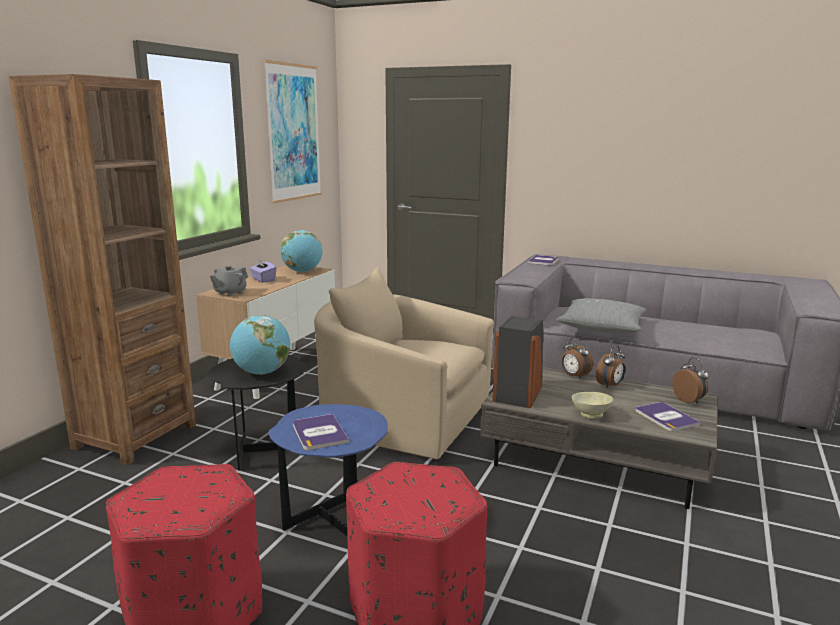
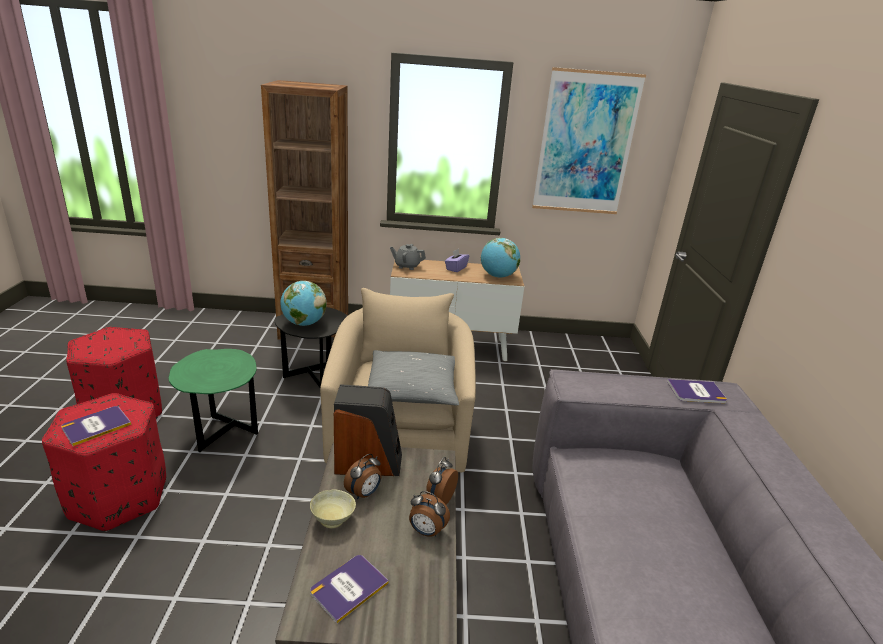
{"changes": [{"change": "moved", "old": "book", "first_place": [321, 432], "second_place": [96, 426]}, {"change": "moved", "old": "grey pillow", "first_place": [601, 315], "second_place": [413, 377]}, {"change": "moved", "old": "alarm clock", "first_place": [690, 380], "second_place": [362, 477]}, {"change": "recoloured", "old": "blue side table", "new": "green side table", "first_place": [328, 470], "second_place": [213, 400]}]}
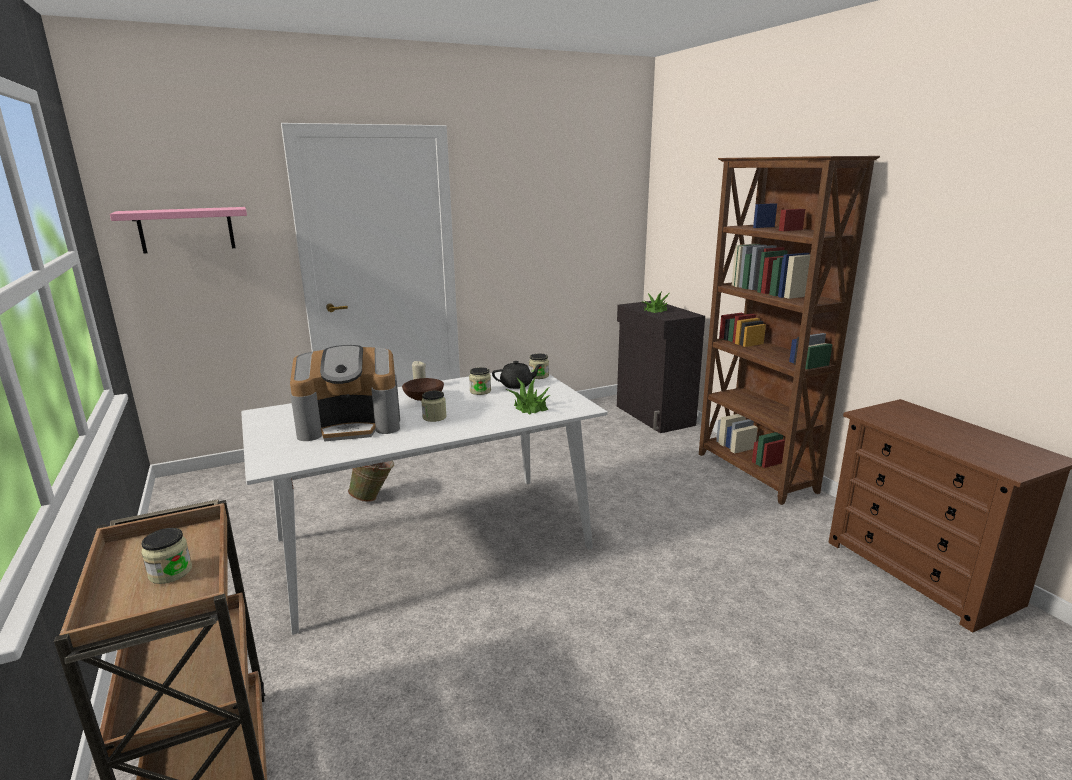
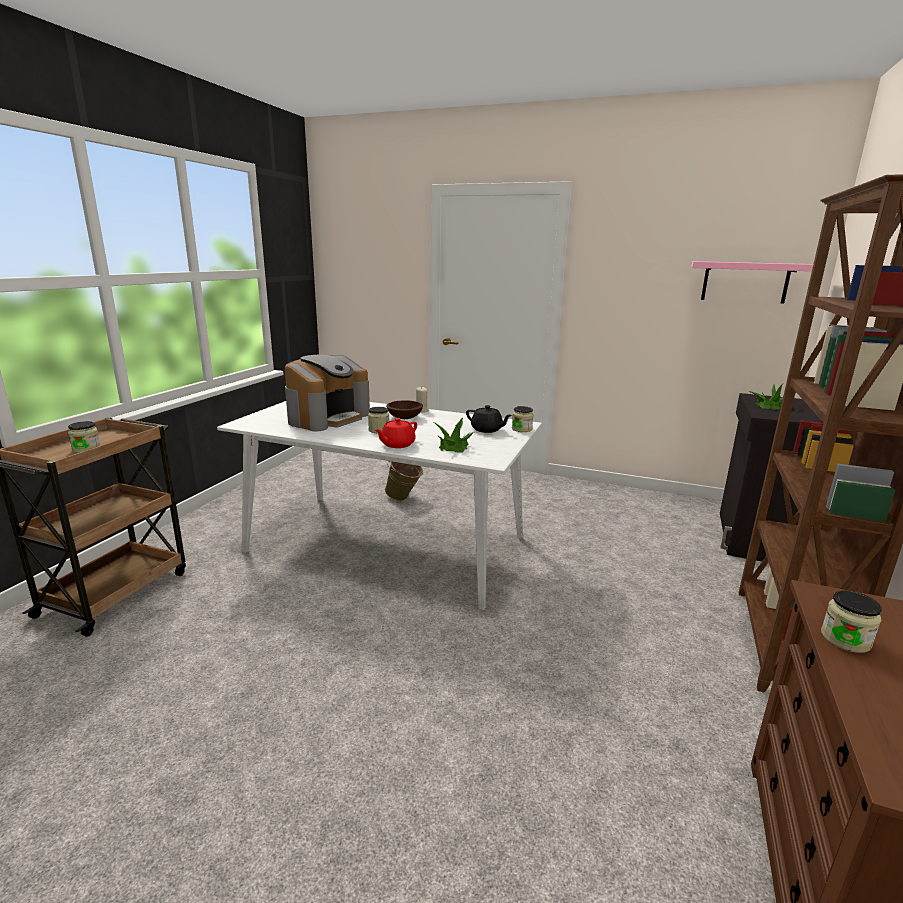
{"changes": [{"change": "added", "new": "red teapot", "second_place": [396, 433]}, {"change": "moved", "old": "pink shelf", "first_place": [178, 230], "second_place": [752, 282]}, {"change": "moved", "old": "jar", "first_place": [480, 381], "second_place": [851, 621]}, {"change": "turned", "old": "coffee machine", "first_place": [345, 393], "second_place": [327, 393], "degrees": -90}]}
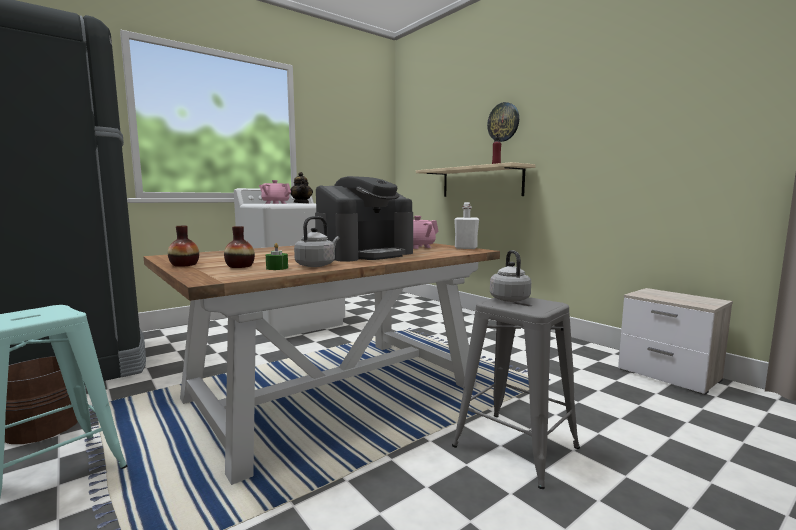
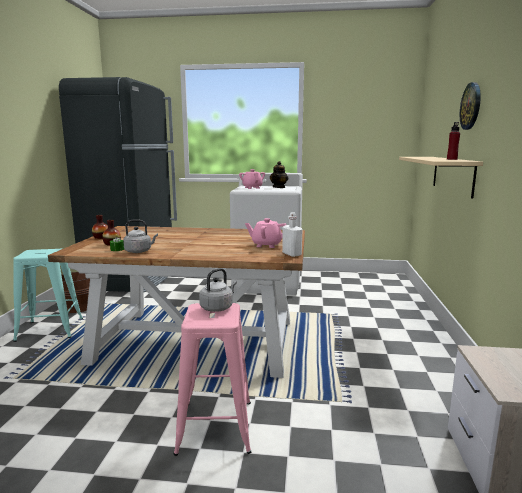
{"changes": [{"change": "removed", "old": "coffee machine", "first_place": [364, 219]}, {"change": "recoloured", "old": "grey stool", "new": "pink stool", "first_place": [516, 393], "second_place": [212, 379]}]}
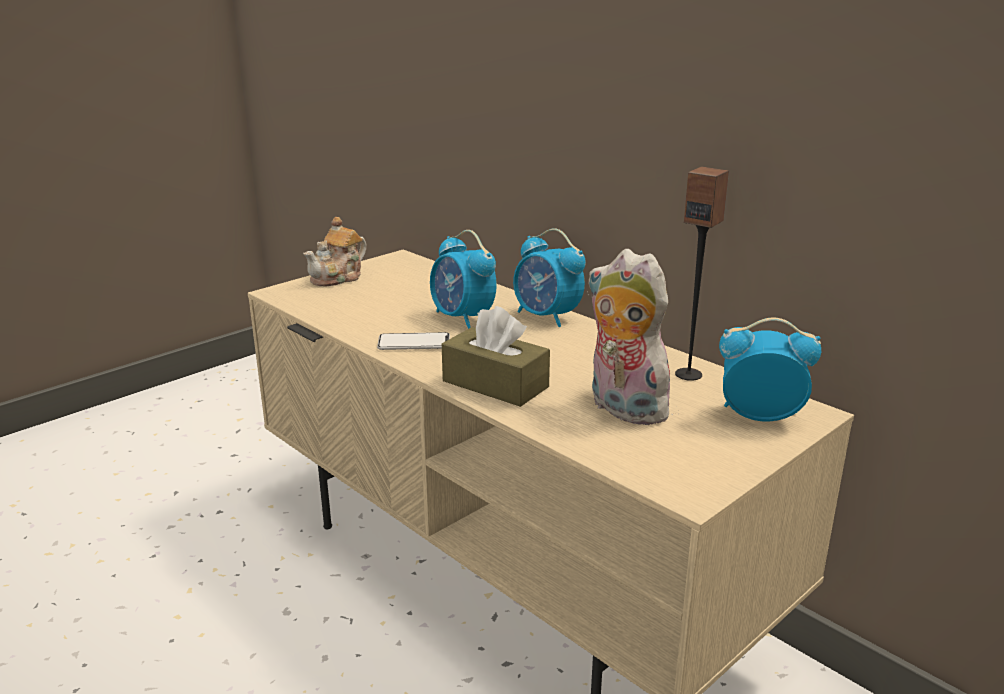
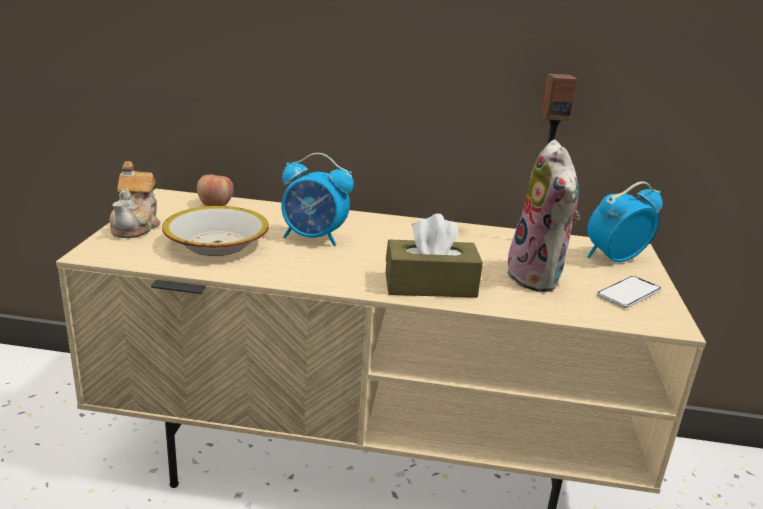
{"changes": [{"change": "removed", "old": "alarm clock", "first_place": [549, 277]}, {"change": "added", "new": "bowl", "second_place": [215, 231]}, {"change": "added", "new": "apple", "second_place": [215, 190]}, {"change": "moved", "old": "phone", "first_place": [413, 341], "second_place": [629, 292]}, {"change": "turned", "old": "plush toy", "first_place": [632, 337], "second_place": [543, 216], "degrees": -105}]}
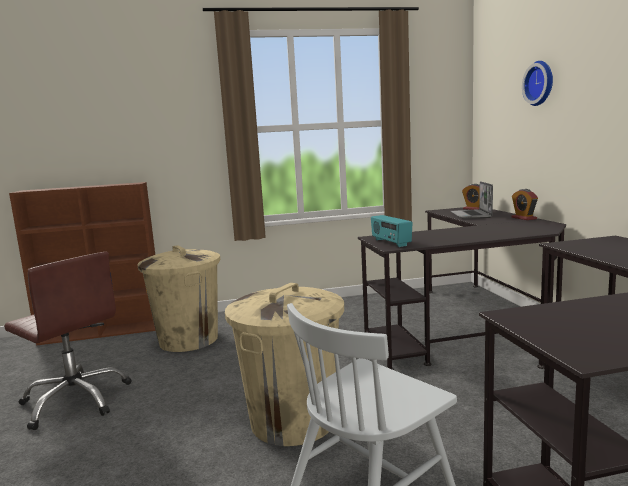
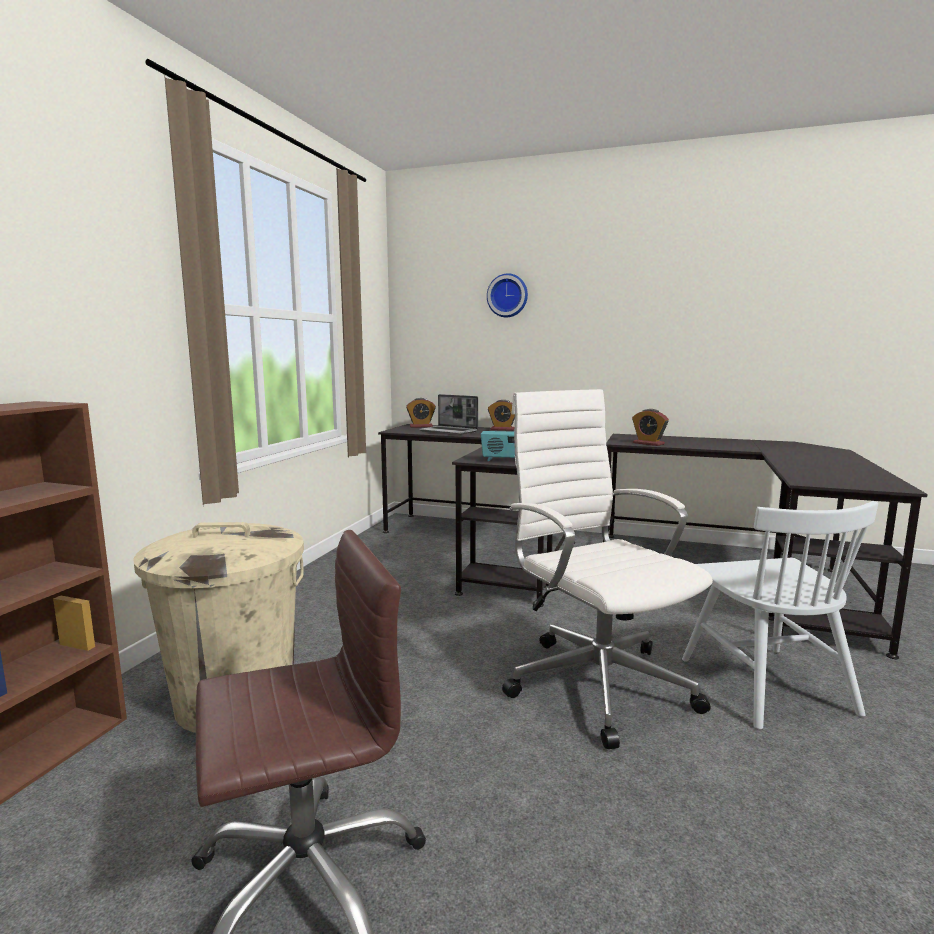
{"changes": [{"change": "added", "new": "alarm clock", "second_place": [650, 427]}, {"change": "replaced", "old": "beige trash can", "new": "white office chair", "first_place": [284, 364], "second_place": [607, 569]}]}
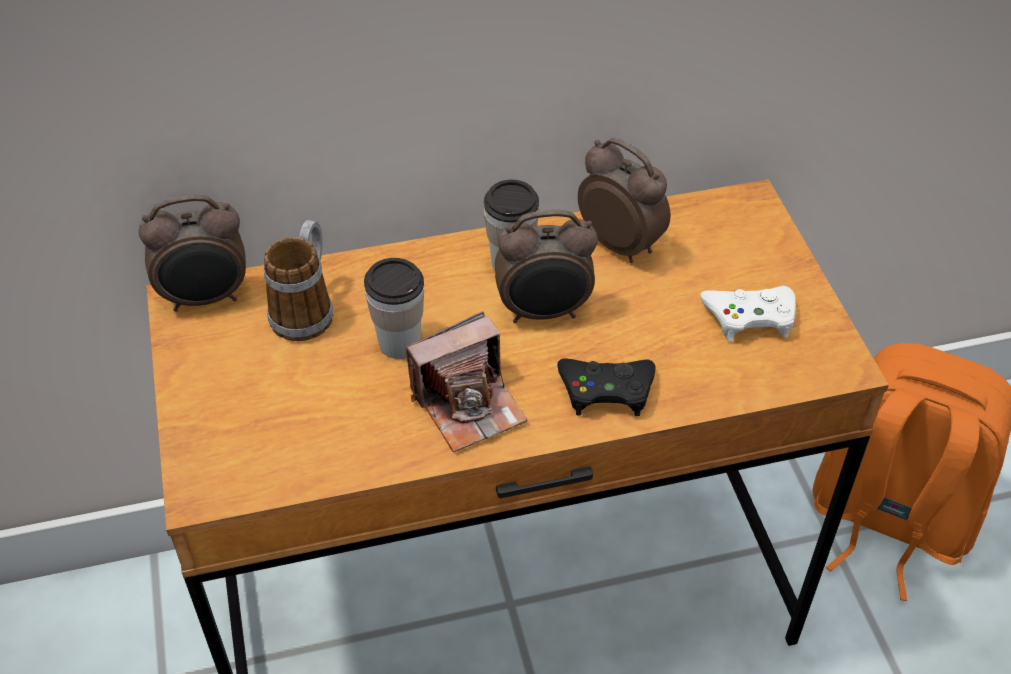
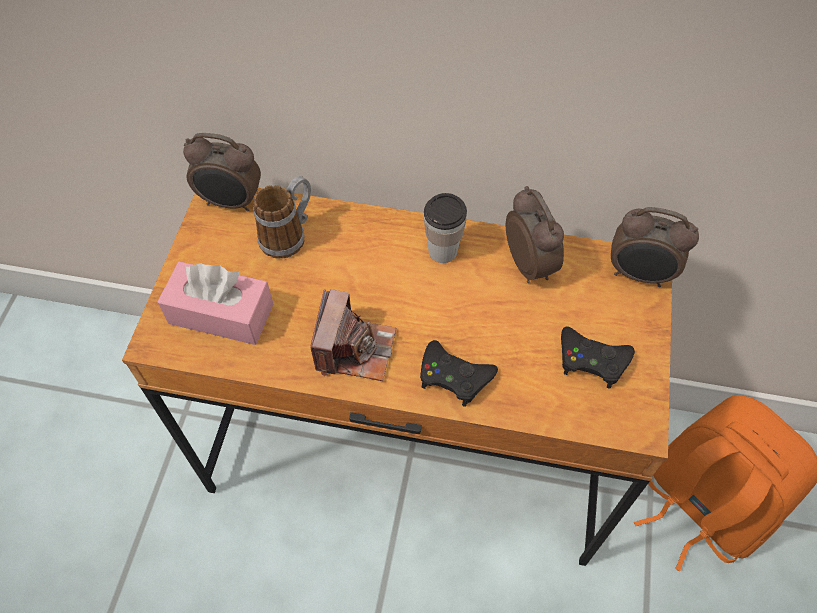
{"changes": [{"change": "removed", "old": "cup", "first_place": [394, 308]}, {"change": "added", "new": "pink tissue box", "second_place": [215, 303]}, {"change": "moved", "old": "alarm clock", "first_place": [546, 266], "second_place": [655, 247]}, {"change": "recoloured", "old": "white game controller", "new": "black game controller", "first_place": [748, 314], "second_place": [598, 357]}, {"change": "turned", "old": "photo camera", "first_place": [467, 381], "second_place": [353, 335], "degrees": -75}]}
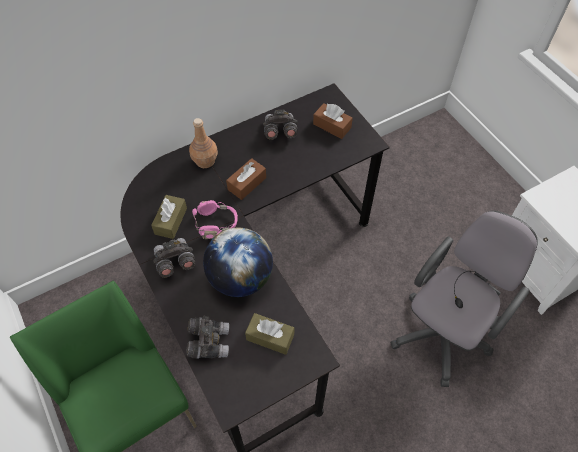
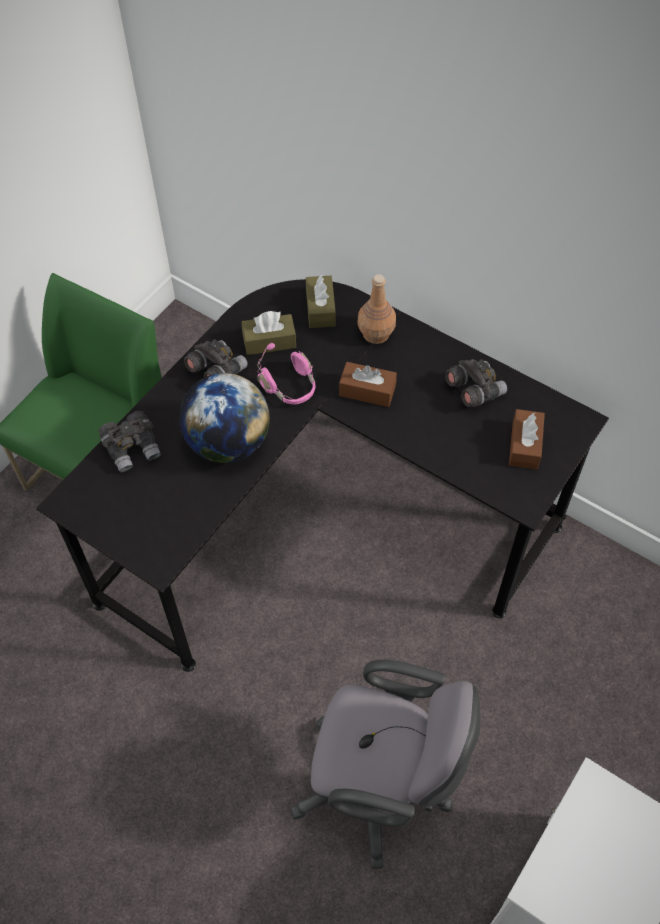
{"changes": [{"change": "moved", "old": "brown tissue box", "first_place": [269, 334], "second_place": [321, 301]}]}
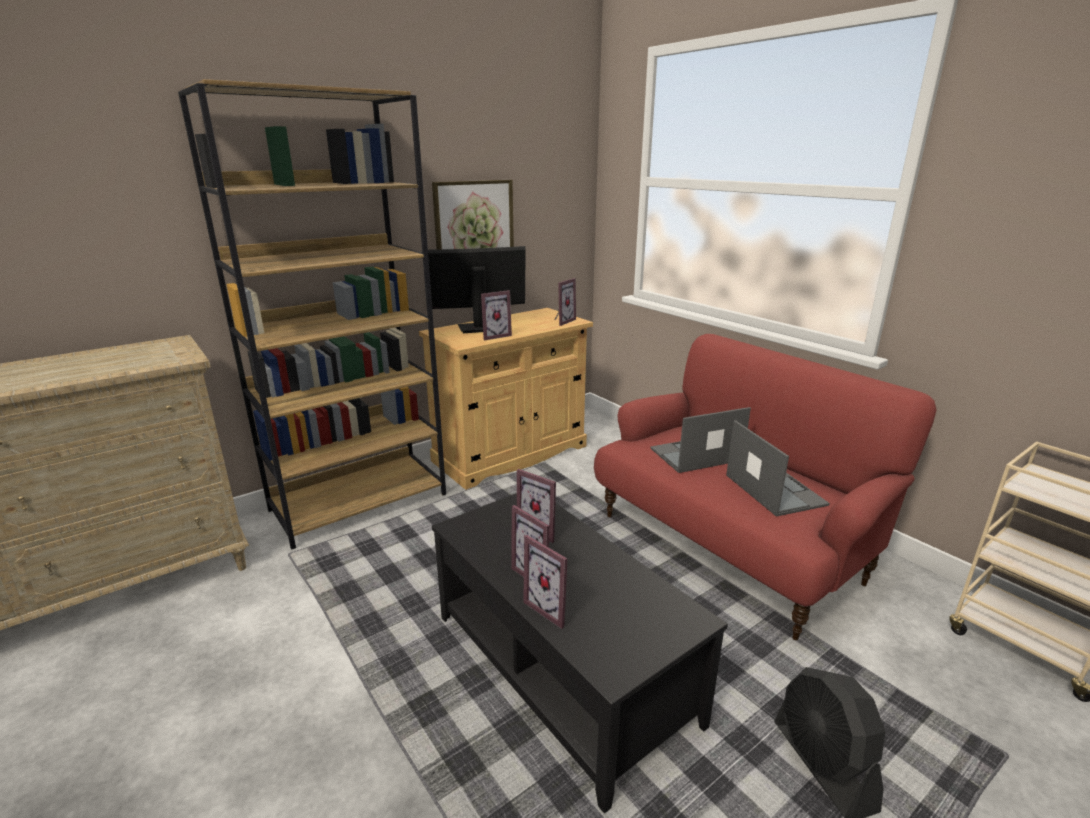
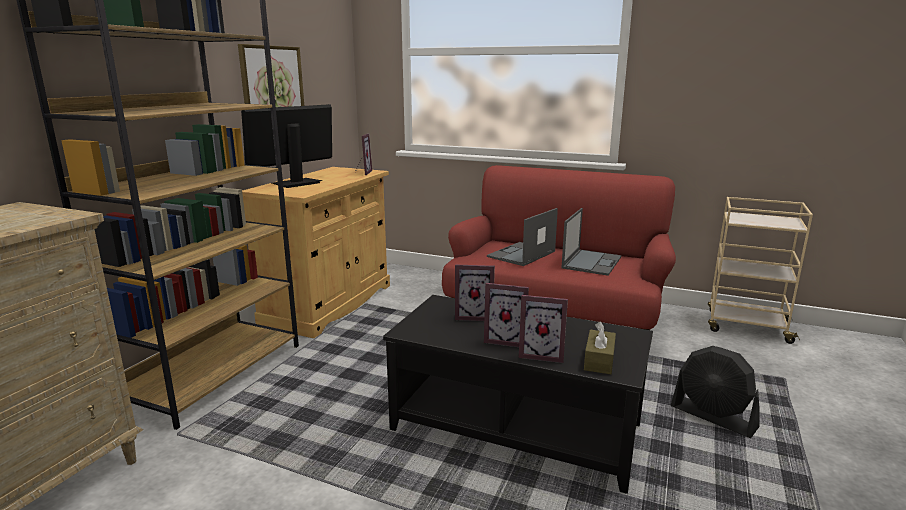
{"changes": [{"change": "removed", "old": "picture frame", "first_place": [496, 315]}, {"change": "added", "new": "brown tissue box", "second_place": [600, 348]}, {"change": "turned", "old": "laptop", "first_place": [778, 468], "second_place": [591, 242], "degrees": 75}]}
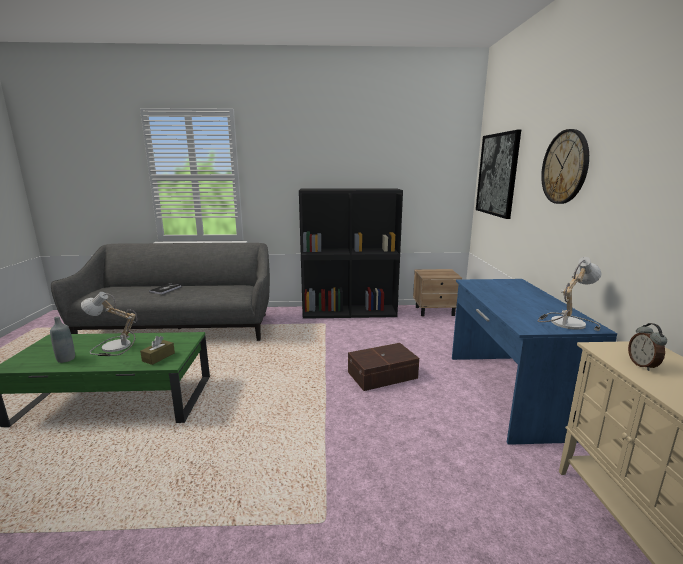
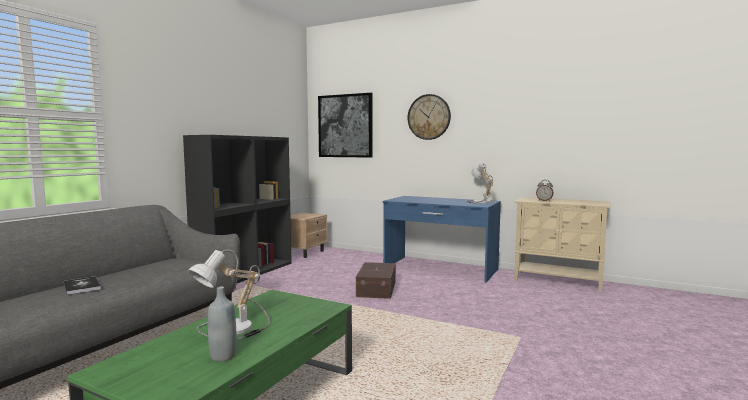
{"changes": [{"change": "removed", "old": "brown tissue box", "first_place": [157, 350]}]}
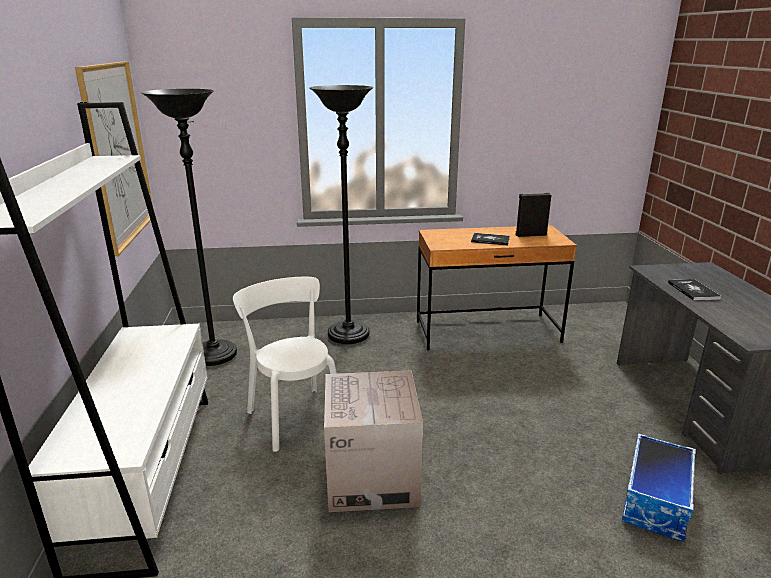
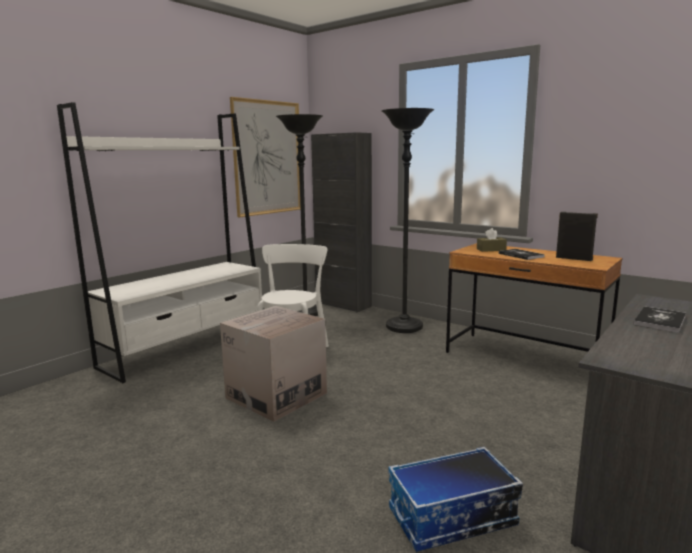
{"changes": [{"change": "added", "new": "black cabinet", "second_place": [341, 222]}, {"change": "added", "new": "brown tissue box", "second_place": [492, 240]}]}
